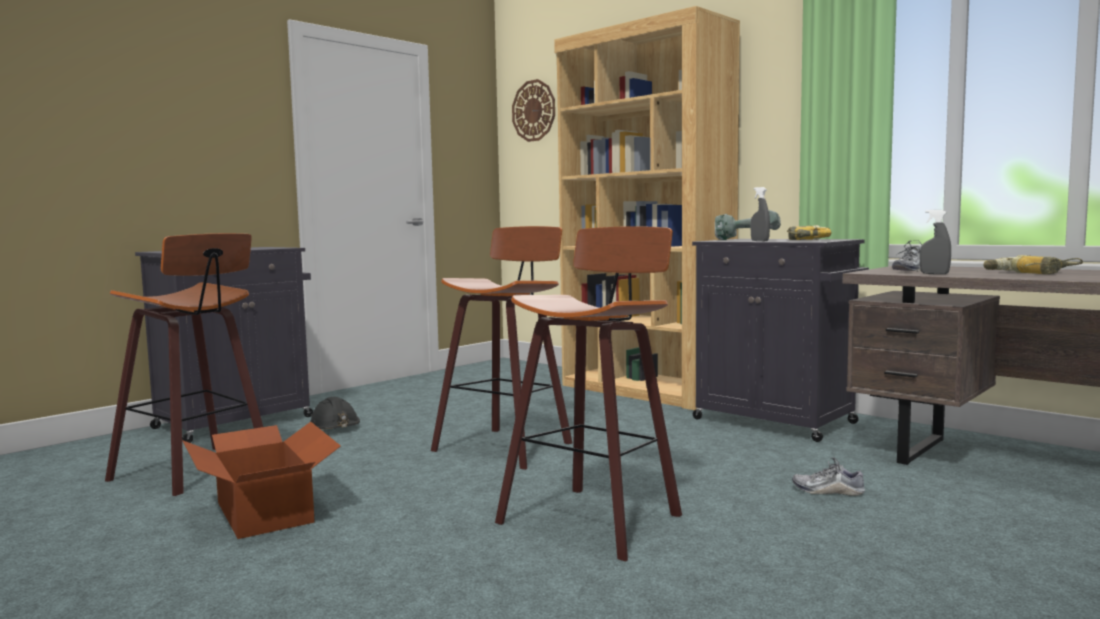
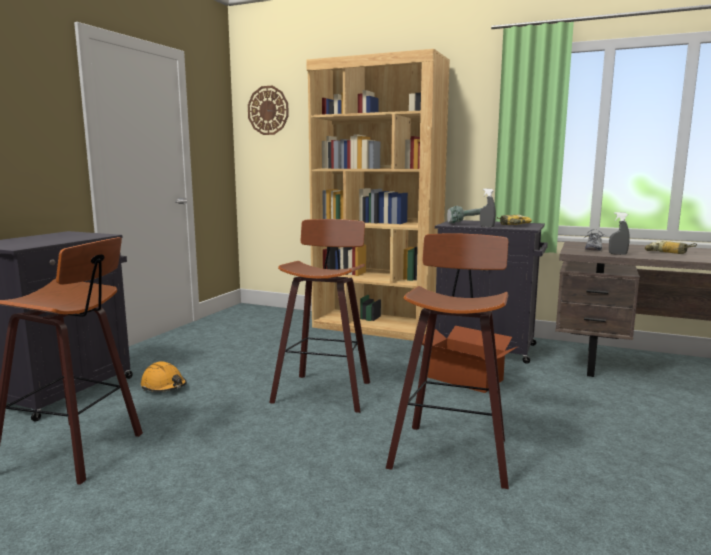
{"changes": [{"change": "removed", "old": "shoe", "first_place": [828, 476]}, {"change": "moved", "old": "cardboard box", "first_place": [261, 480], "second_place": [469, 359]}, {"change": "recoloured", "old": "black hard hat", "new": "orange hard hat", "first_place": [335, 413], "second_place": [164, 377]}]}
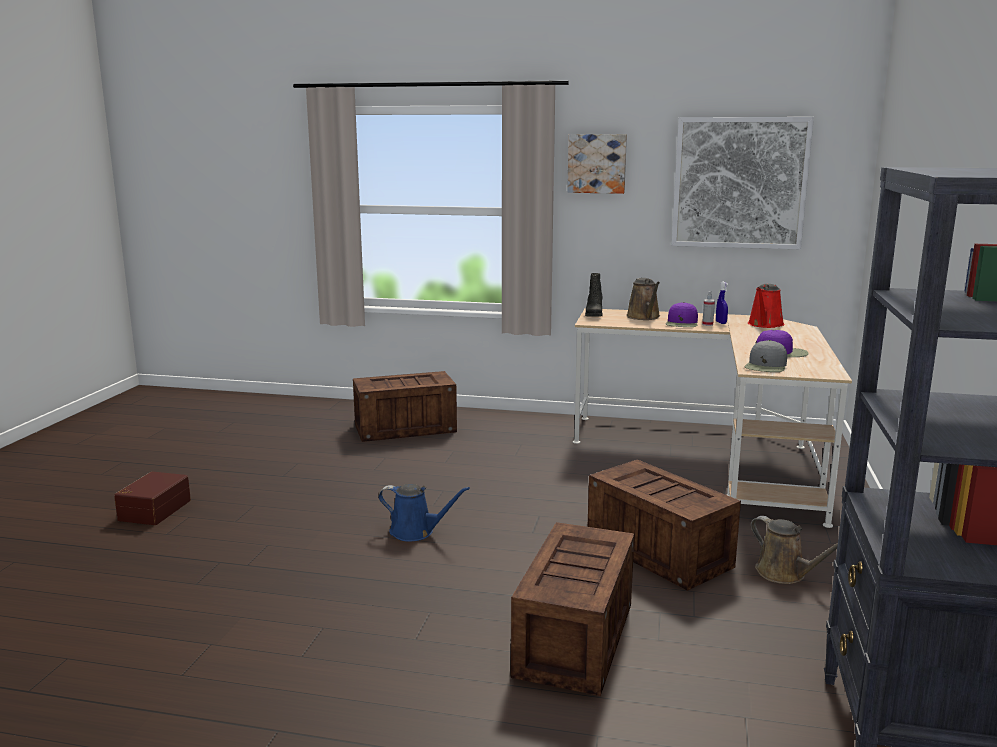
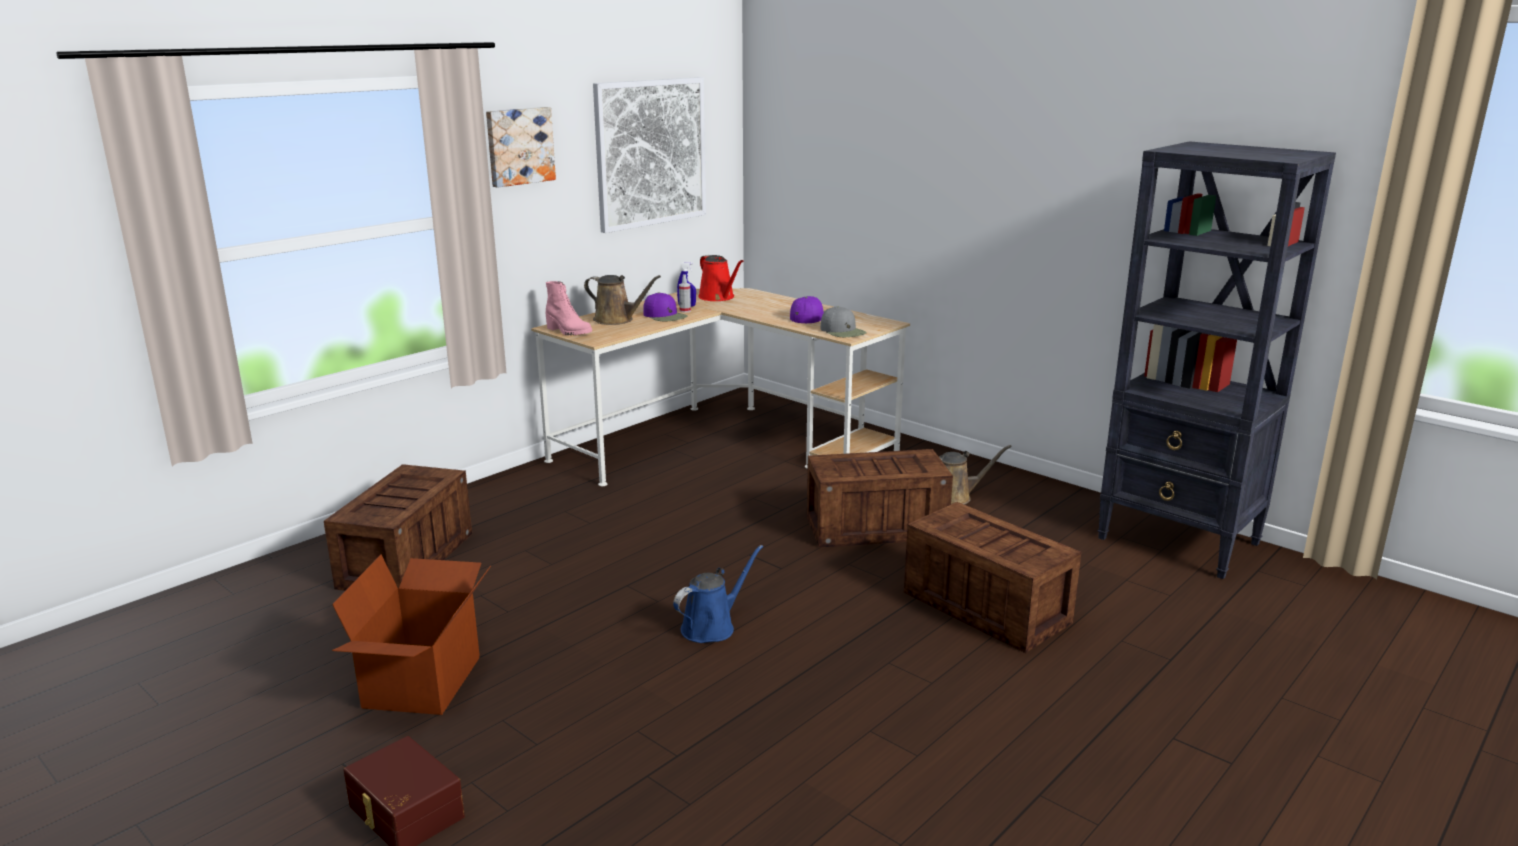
{"changes": [{"change": "added", "new": "cardboard box", "second_place": [411, 634]}, {"change": "recoloured", "old": "black boot", "new": "pink boot", "first_place": [593, 295], "second_place": [568, 308]}]}
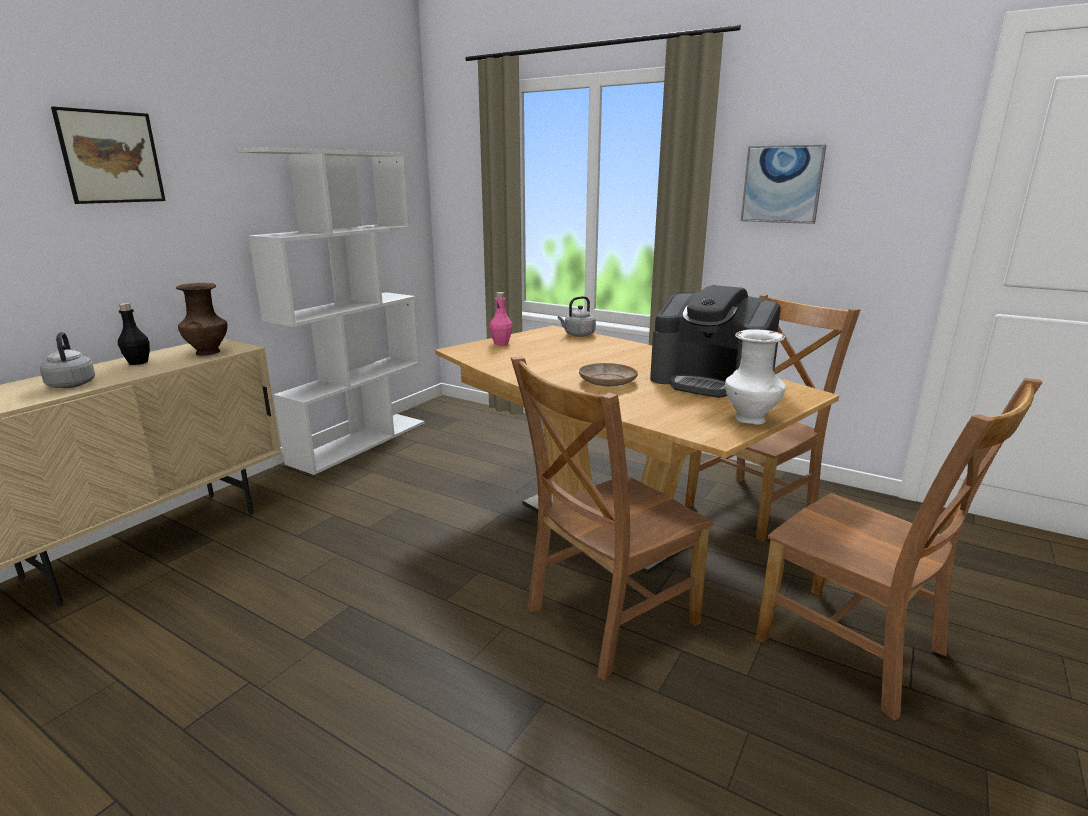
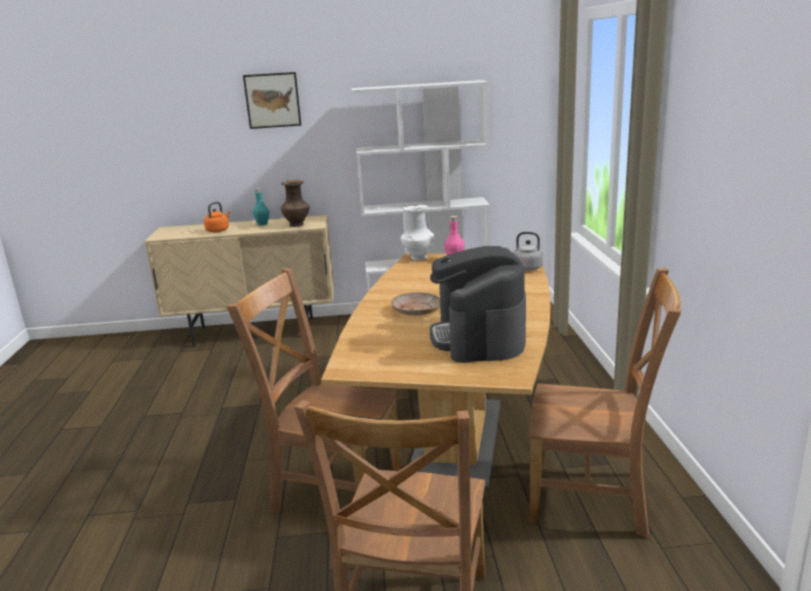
{"changes": [{"change": "removed", "old": "picture", "first_place": [783, 184]}, {"change": "moved", "old": "white vase", "first_place": [755, 377], "second_place": [417, 233]}, {"change": "recoloured", "old": "grey kettle", "new": "orange kettle", "first_place": [67, 360], "second_place": [217, 217]}, {"change": "recoloured", "old": "black bottle", "new": "turquoise bottle", "first_place": [134, 334], "second_place": [261, 207]}]}
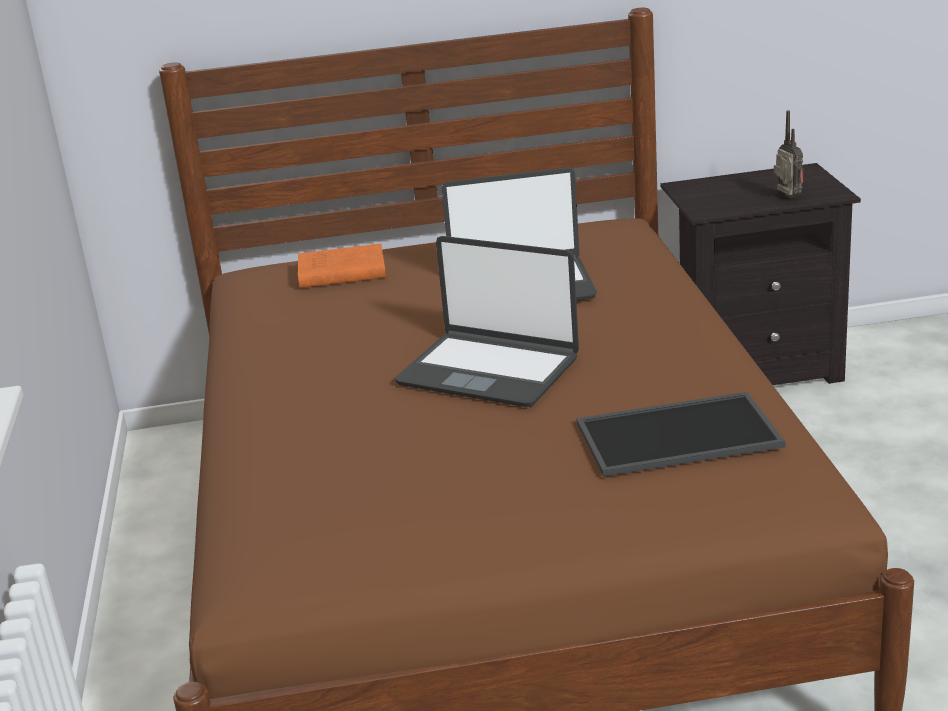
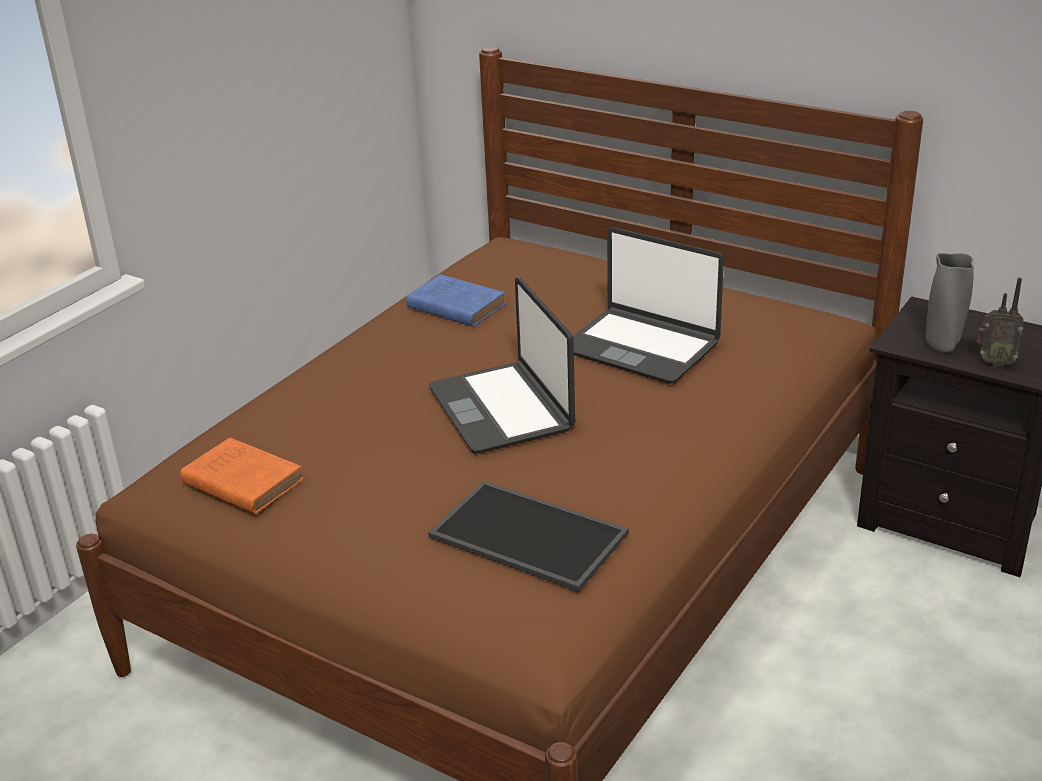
{"changes": [{"change": "added", "new": "blue book", "second_place": [456, 300]}, {"change": "added", "new": "grey vase", "second_place": [949, 303]}, {"change": "moved", "old": "orange book", "first_place": [342, 266], "second_place": [242, 476]}, {"change": "turned", "old": "radio", "first_place": [789, 154], "second_place": [1000, 322], "degrees": 90}]}
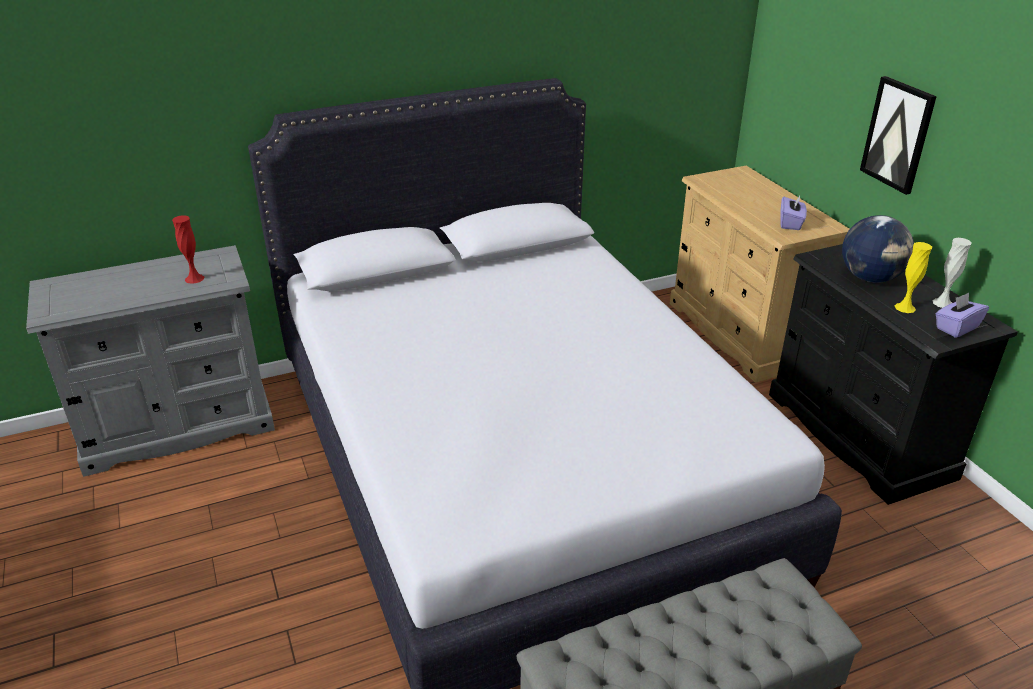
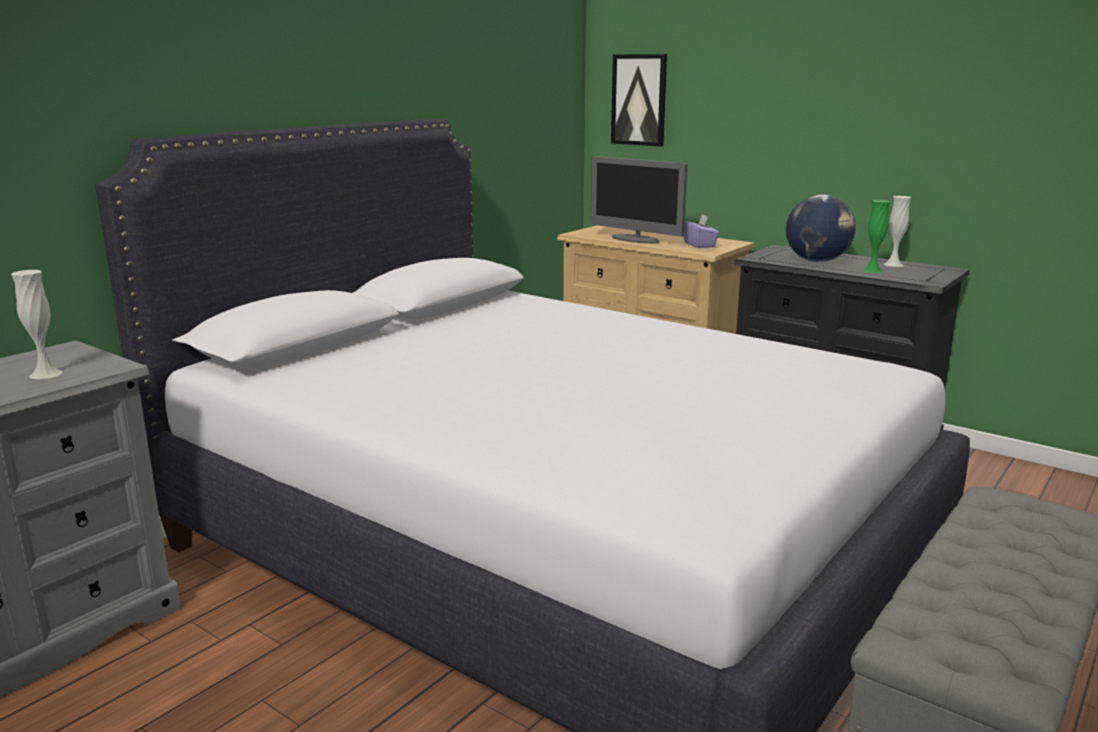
{"changes": [{"change": "removed", "old": "purple tissue box", "first_place": [962, 315]}, {"change": "added", "new": "monitor", "second_place": [639, 200]}, {"change": "moved", "old": "picture", "first_place": [898, 135], "second_place": [639, 100]}, {"change": "recoloured", "old": "red vase", "new": "white vase", "first_place": [188, 249], "second_place": [37, 324]}, {"change": "recoloured", "old": "yellow vase", "new": "green vase", "first_place": [913, 277], "second_place": [876, 236]}]}
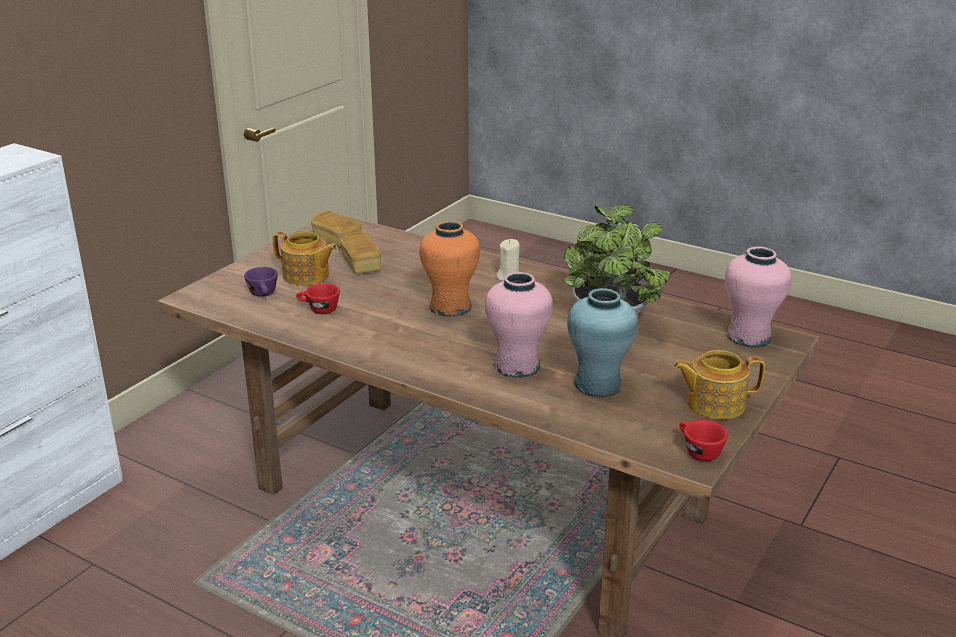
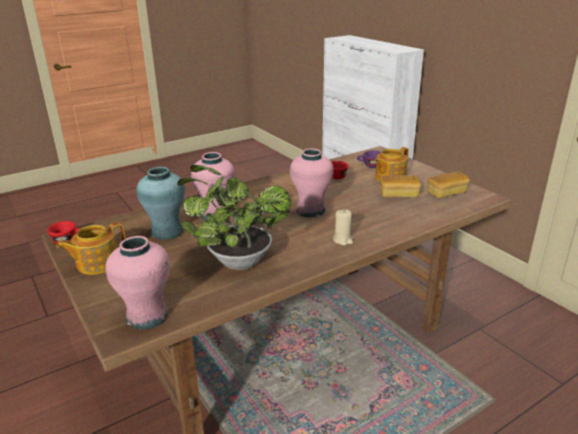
{"changes": [{"change": "recoloured", "old": "orange vase", "new": "pink vase", "first_place": [449, 269], "second_place": [312, 182]}, {"change": "turned", "old": "teapot", "first_place": [719, 385], "second_place": [91, 248], "degrees": -150}]}
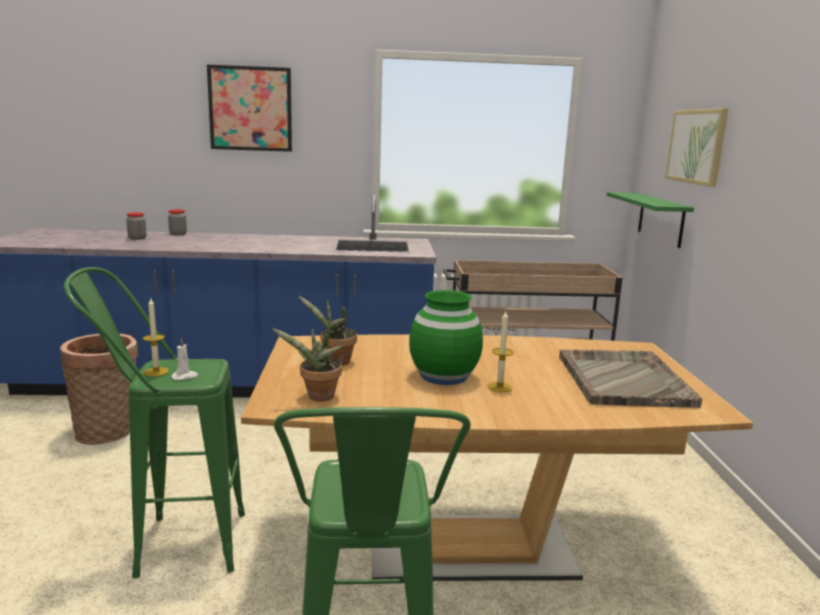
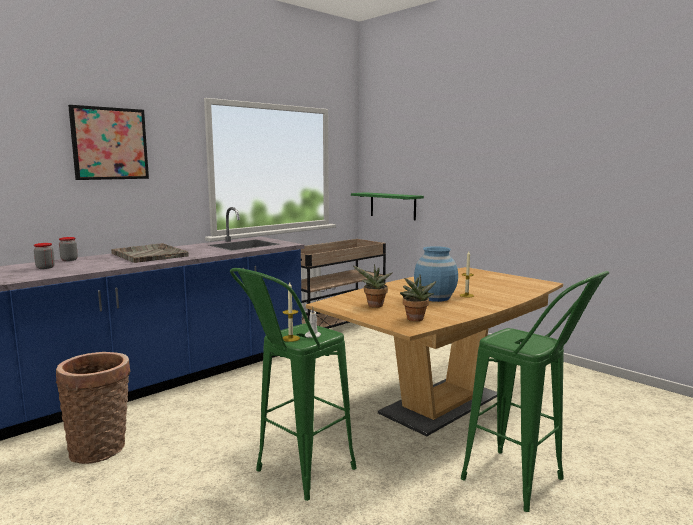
{"changes": [{"change": "removed", "old": "picture", "first_place": [696, 147]}, {"change": "moved", "old": "grey tray", "first_place": [630, 378], "second_place": [150, 253]}, {"change": "recoloured", "old": "green vase", "new": "blue vase", "first_place": [446, 337], "second_place": [436, 274]}]}
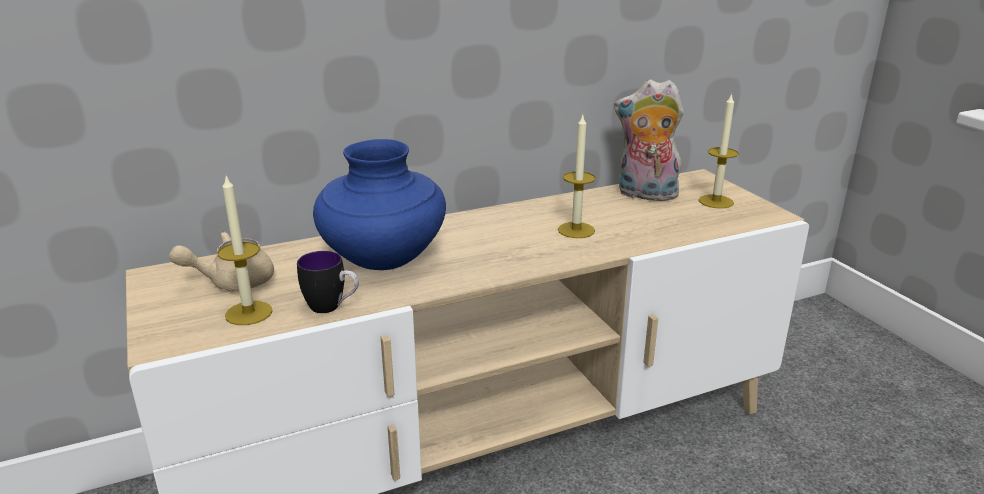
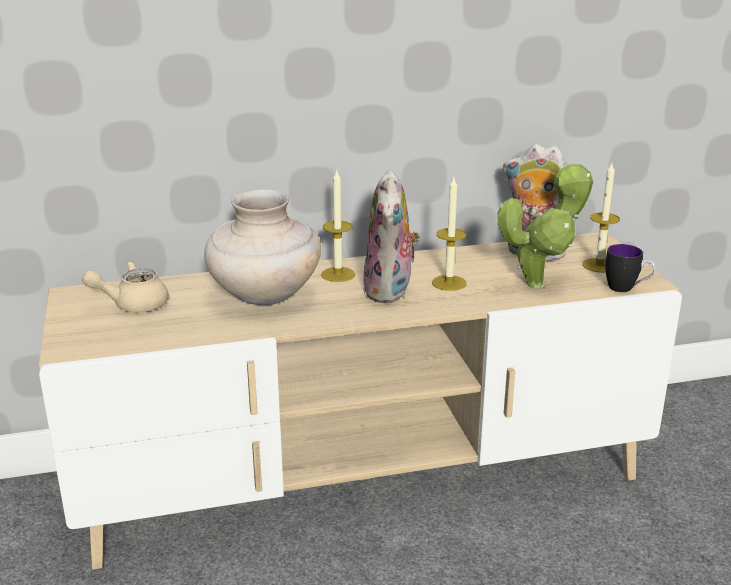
{"changes": [{"change": "added", "new": "plush toy", "second_place": [392, 236]}, {"change": "added", "new": "potted plant", "second_place": [545, 224]}, {"change": "moved", "old": "candle", "first_place": [244, 250], "second_place": [338, 225]}, {"change": "moved", "old": "mug", "first_place": [328, 282], "second_place": [630, 268]}, {"change": "recoloured", "old": "blue vase", "new": "beige vase", "first_place": [379, 204], "second_place": [262, 247]}]}
